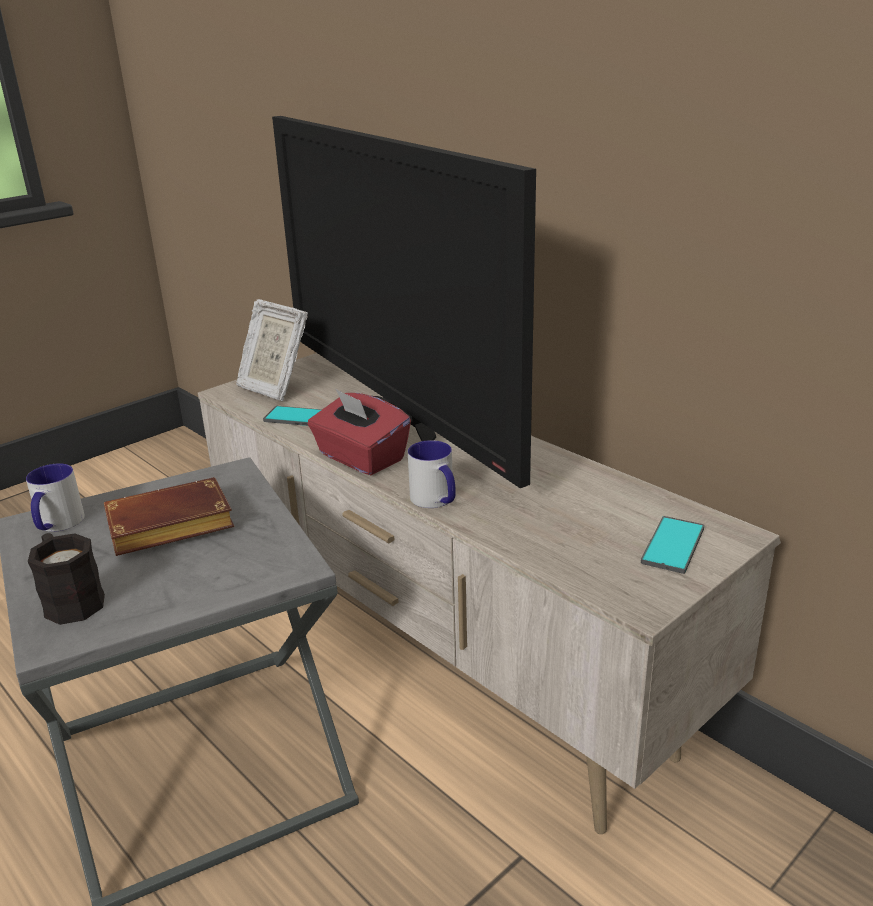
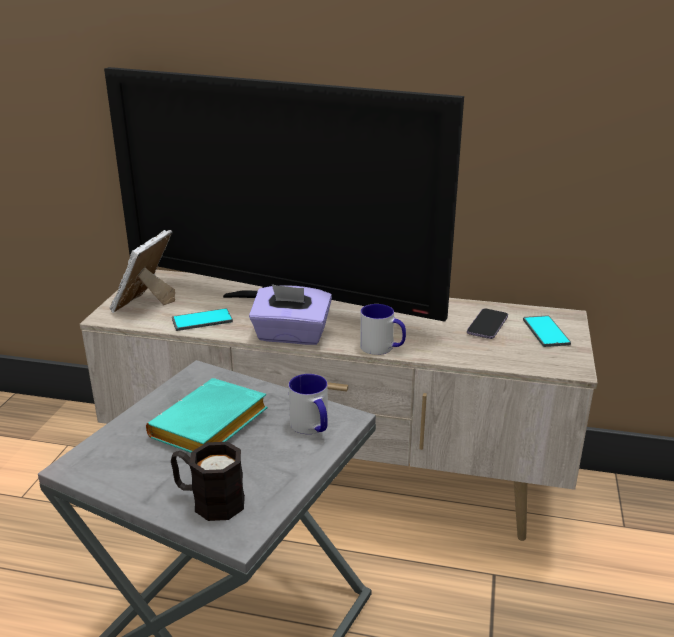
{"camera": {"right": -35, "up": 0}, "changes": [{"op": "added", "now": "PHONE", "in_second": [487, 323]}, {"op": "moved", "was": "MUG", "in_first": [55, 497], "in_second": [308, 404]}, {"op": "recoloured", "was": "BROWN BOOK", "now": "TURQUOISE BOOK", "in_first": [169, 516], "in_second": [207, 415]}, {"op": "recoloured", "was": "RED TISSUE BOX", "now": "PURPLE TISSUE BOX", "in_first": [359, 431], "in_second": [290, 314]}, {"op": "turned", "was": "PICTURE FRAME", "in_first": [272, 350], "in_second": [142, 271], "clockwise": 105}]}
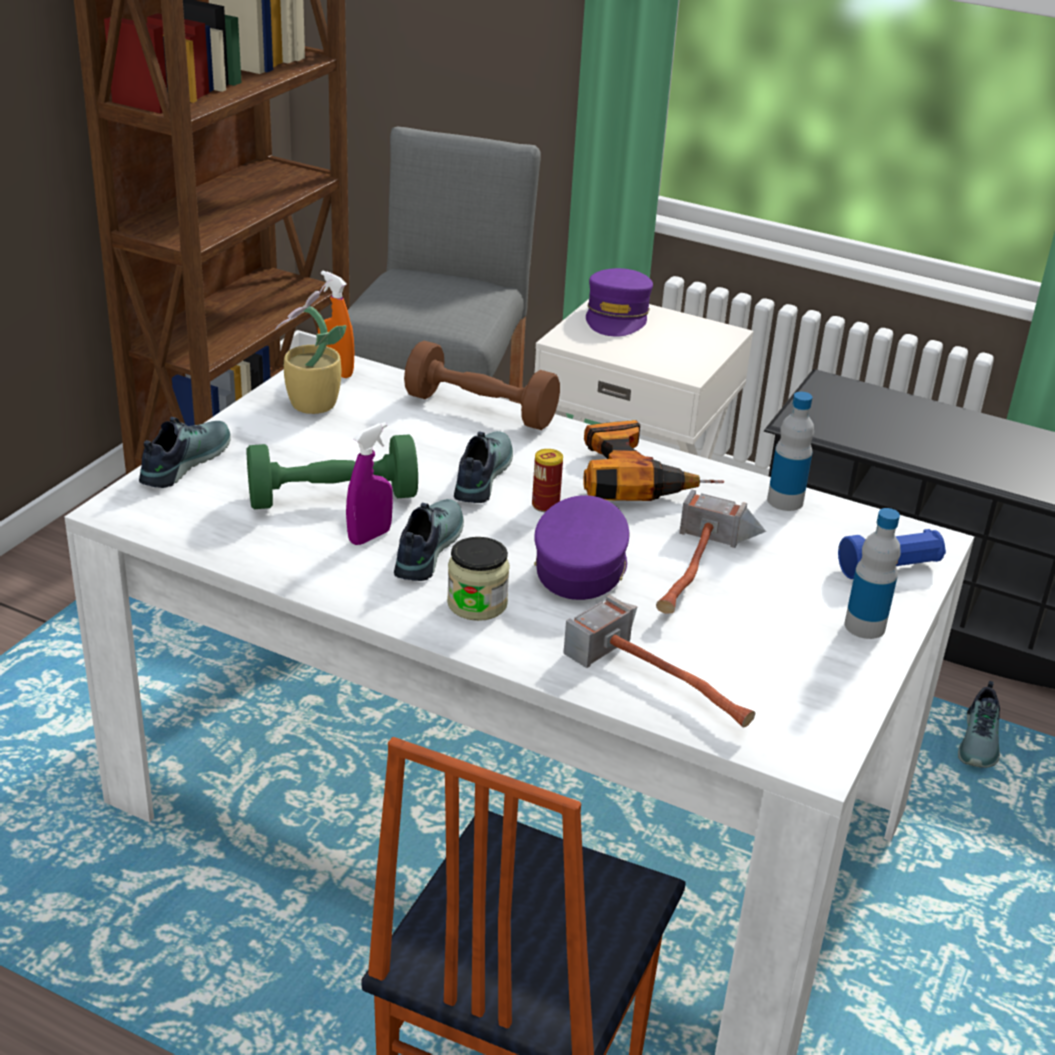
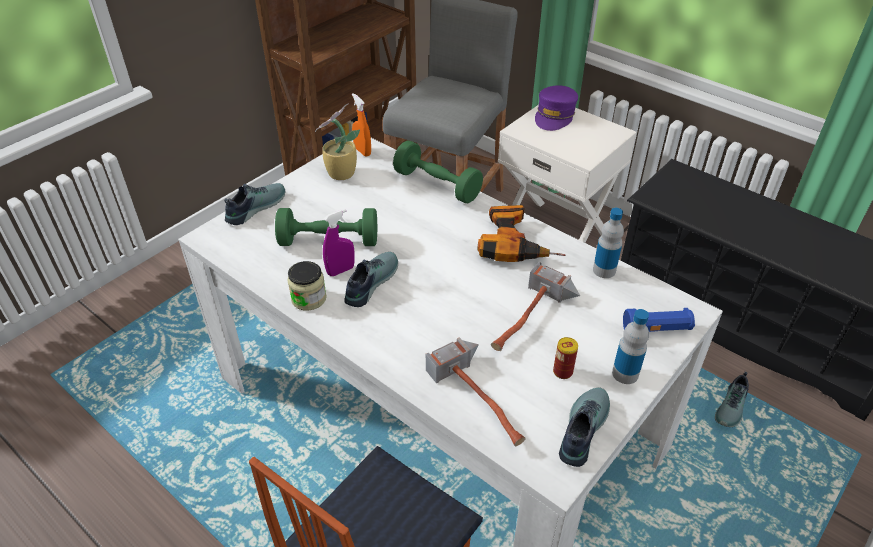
{"camera": {"right": 15, "up": 10}, "changes": [{"op": "removed", "was": "PURPLE CAP", "in_first": [581, 547]}, {"op": "moved", "was": "JAR", "in_first": [478, 579], "in_second": [307, 286]}, {"op": "moved", "was": "SHOE", "in_first": [483, 467], "in_second": [584, 427]}, {"op": "moved", "was": "CAN", "in_first": [547, 480], "in_second": [565, 358]}, {"op": "recoloured", "was": "BROWN DUMBBELL", "now": "GREEN DUMBBELL", "in_first": [482, 385], "in_second": [438, 171]}]}
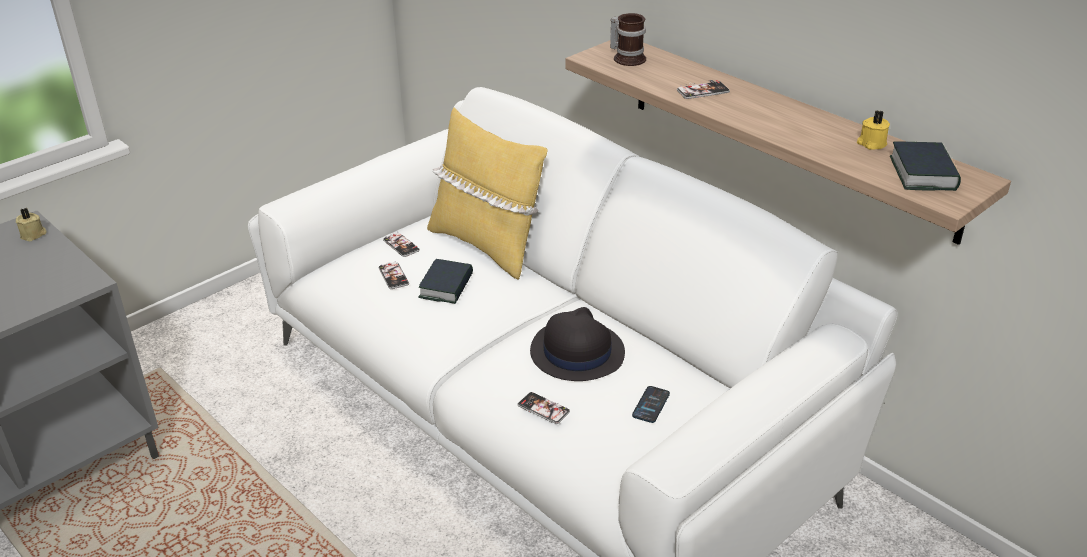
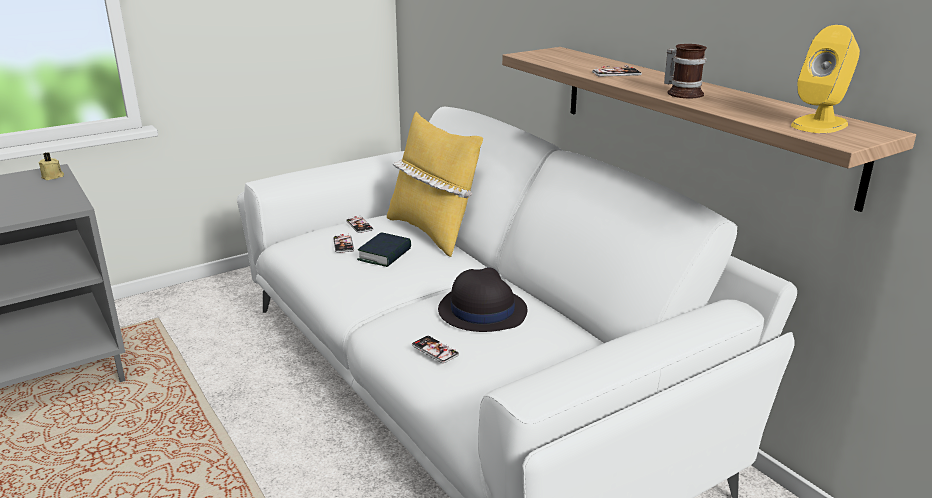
{"camera": {"right": 10, "up": -10}, "changes": [{"op": "removed", "was": "PHONE", "in_first": [651, 404]}, {"op": "removed", "was": "YELLOW CANDLE", "in_first": [873, 130]}, {"op": "moved", "was": "MUG", "in_first": [628, 39], "in_second": [685, 71]}, {"op": "replaced", "was": "BOOK", "now": "YELLOW SPEAKER", "in_first": [925, 166], "in_second": [825, 79]}]}
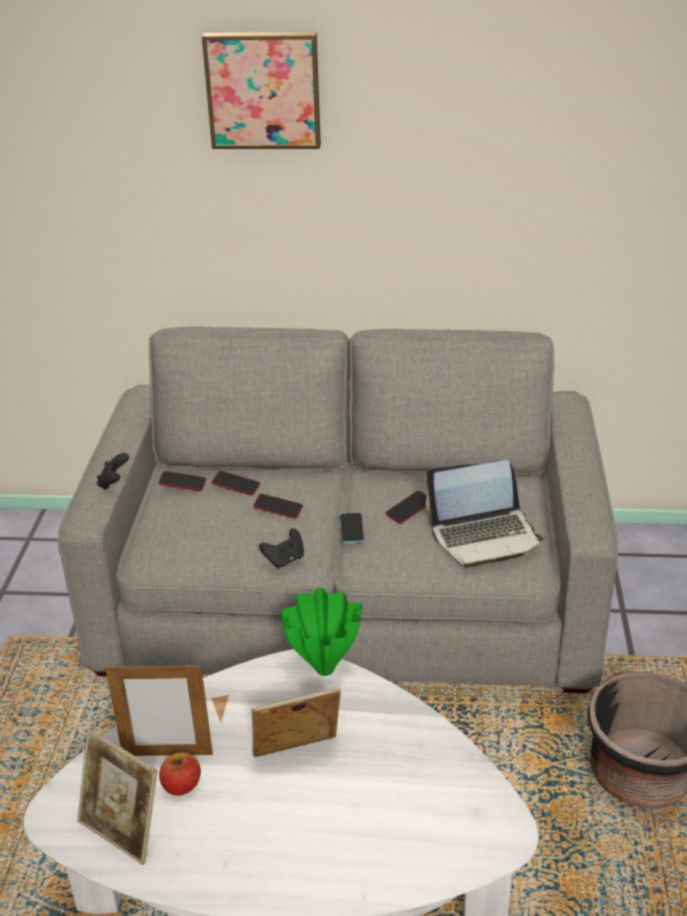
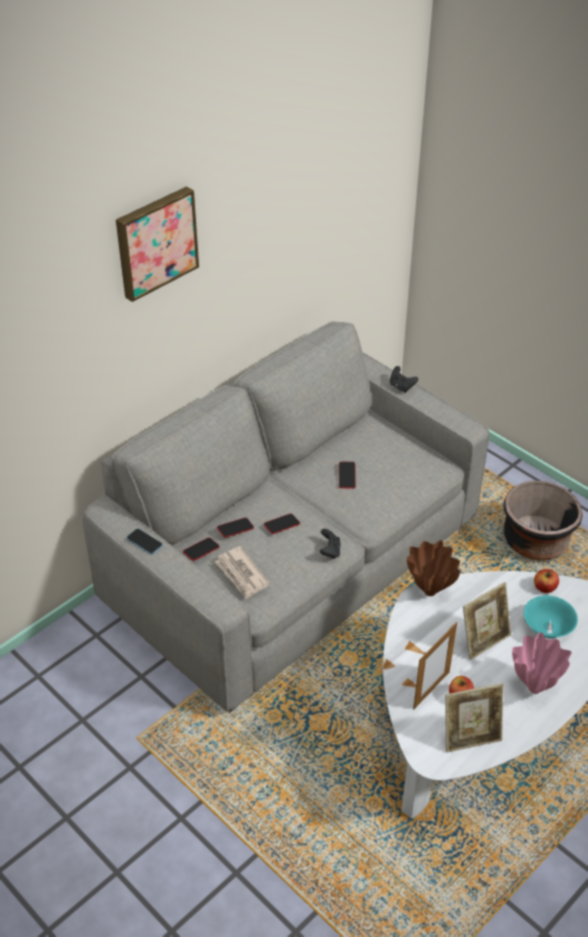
{"camera": {"right": -50, "up": 10}, "changes": [{"op": "removed", "was": "LAPTOP", "in_first": [485, 513]}, {"op": "added", "now": "NEWSPAPER", "in_second": [242, 572]}, {"op": "added", "now": "PINK VASE", "in_second": [542, 663]}, {"op": "added", "now": "TURQUOISE BOWL", "in_second": [551, 616]}, {"op": "added", "now": "APPLE", "in_second": [546, 581]}, {"op": "moved", "was": "BLACK GAME CONTROLLER", "in_first": [113, 471], "in_second": [404, 379]}, {"op": "moved", "was": "PHONE", "in_first": [352, 528], "in_second": [144, 542]}, {"op": "recoloured", "was": "GREEN VASE", "now": "BROWN VASE", "in_first": [321, 631], "in_second": [433, 568]}, {"op": "turned", "was": "PICTURE FRAME", "in_first": [296, 722], "in_second": [487, 621], "clockwise": -150}]}
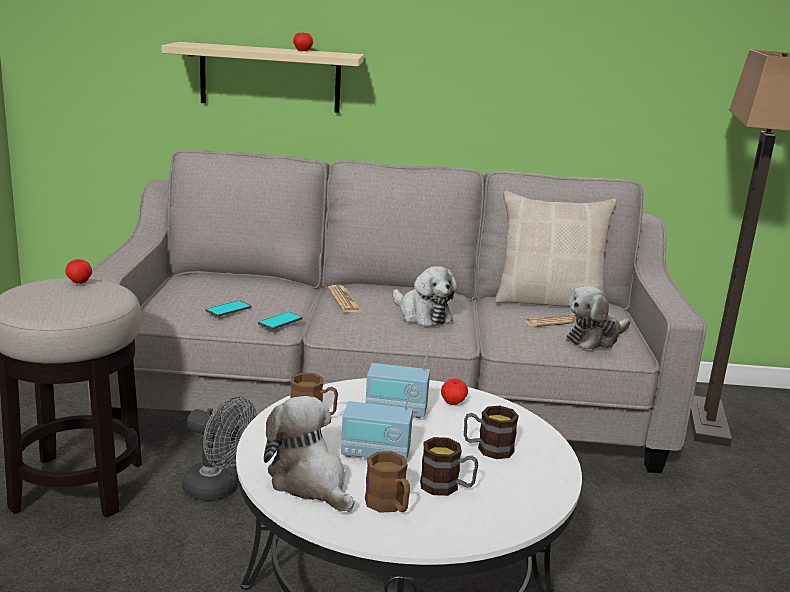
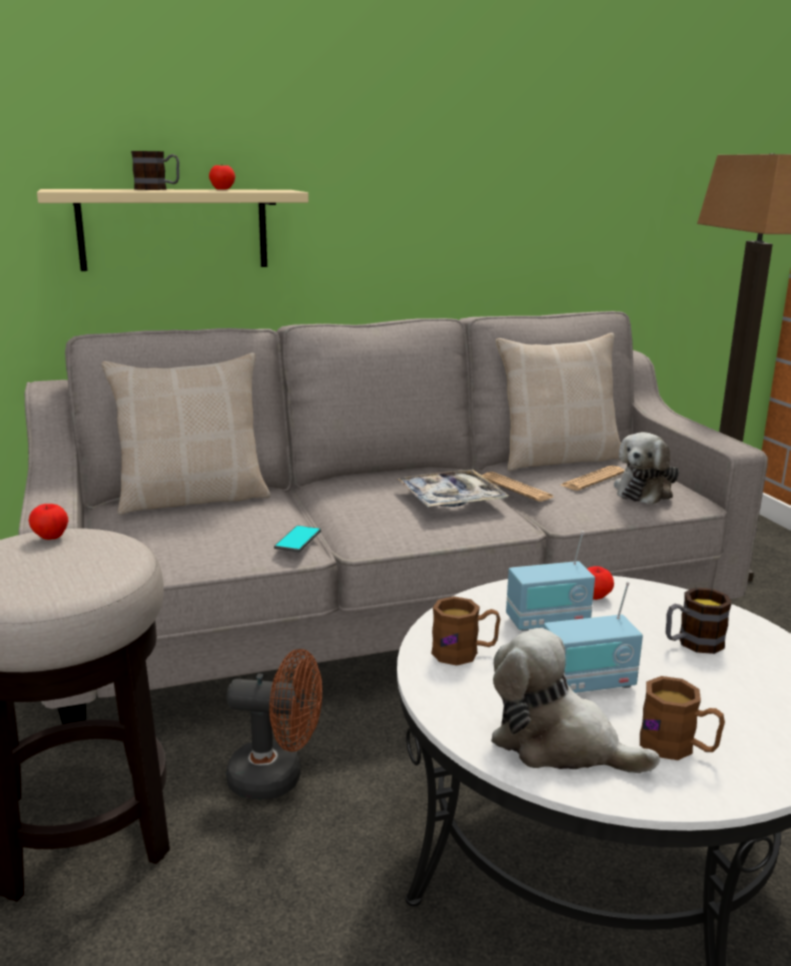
{"camera": {"right": -20, "up": 0}, "changes": [{"op": "removed", "was": "PHONE", "in_first": [229, 308]}, {"op": "added", "now": "BEIGE PILLOW", "in_second": [186, 434]}, {"op": "moved", "was": "NEWSPAPER", "in_first": [345, 299], "in_second": [517, 487]}, {"op": "moved", "was": "MUG", "in_first": [449, 466], "in_second": [155, 170]}, {"op": "replaced", "was": "PLUSH TOY", "now": "TRAY", "in_first": [425, 296], "in_second": [452, 488]}, {"op": "recoloured", "was": "GREY FAN", "now": "BROWN FAN", "in_first": [219, 449], "in_second": [274, 724]}]}
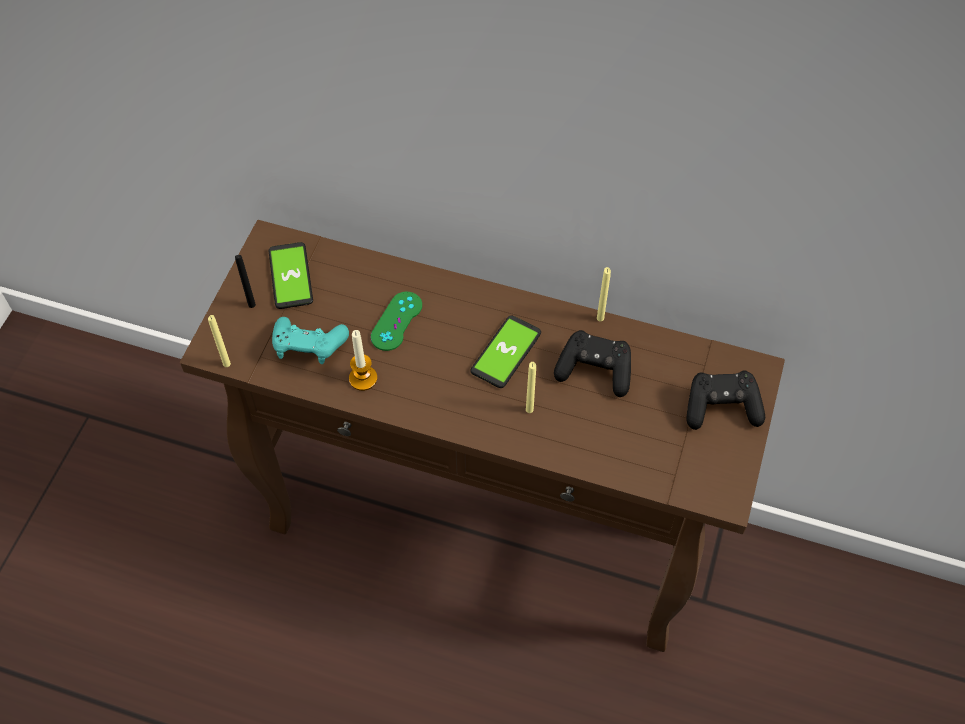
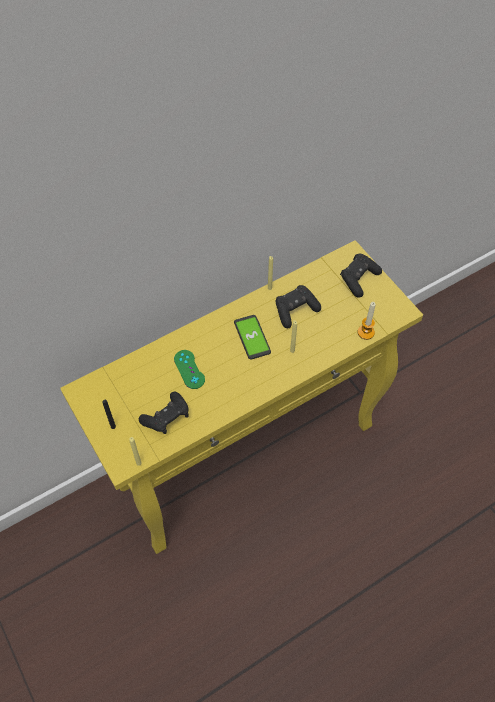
{"camera": {"right": -50, "up": 0}, "changes": [{"op": "removed", "was": "PHONE", "in_first": [291, 275]}, {"op": "moved", "was": "CANDLE", "in_first": [363, 360], "in_second": [366, 321]}, {"op": "recoloured", "was": "BROWN CONSOLE TABLE", "now": "YELLOW CONSOLE TABLE", "in_first": [482, 436], "in_second": [241, 397]}, {"op": "recoloured", "was": "TURQUOISE GAME CONTROLLER", "now": "BLACK GAME CONTROLLER", "in_first": [310, 340], "in_second": [164, 413]}]}
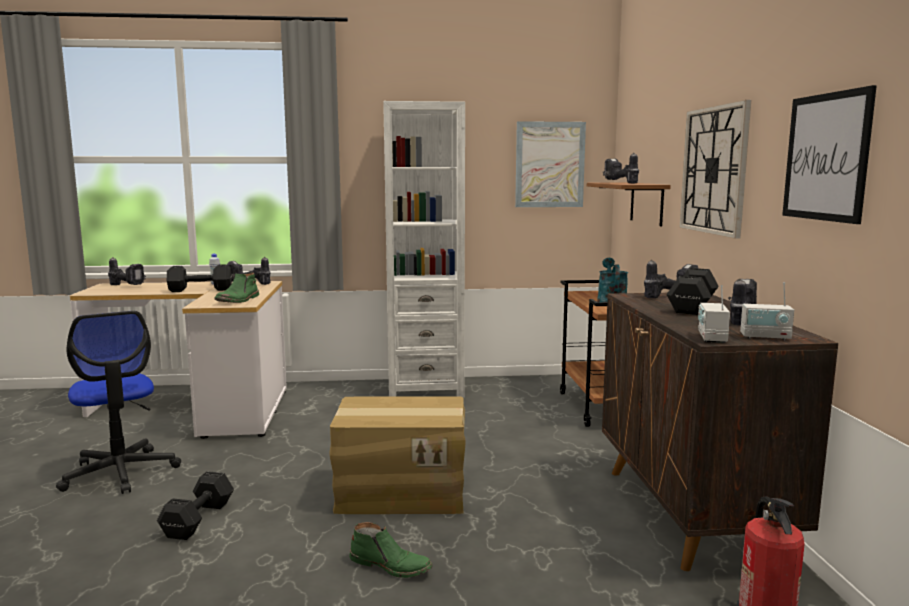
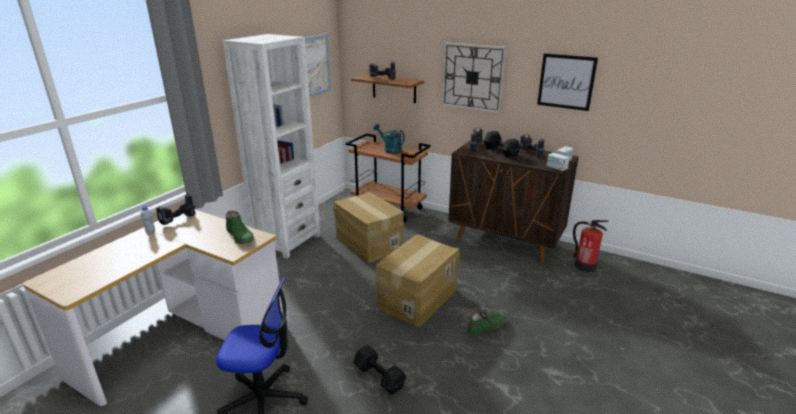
{"camera": {"right": -55, "up": 15}, "changes": [{"op": "removed", "was": "POWER DRILL", "in_first": [127, 271]}, {"op": "removed", "was": "BLACK DUMBBELL", "in_first": [199, 278]}, {"op": "added", "now": "CARDBOARD BOX", "in_second": [368, 227]}]}
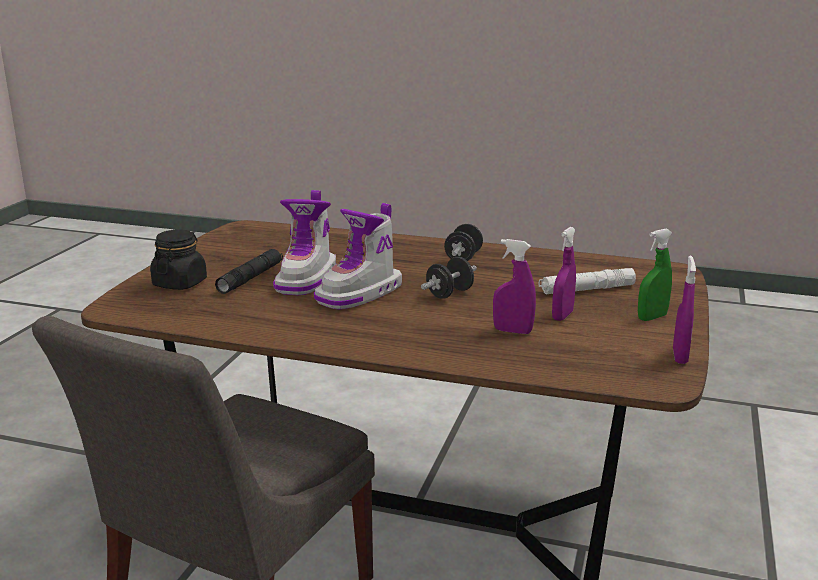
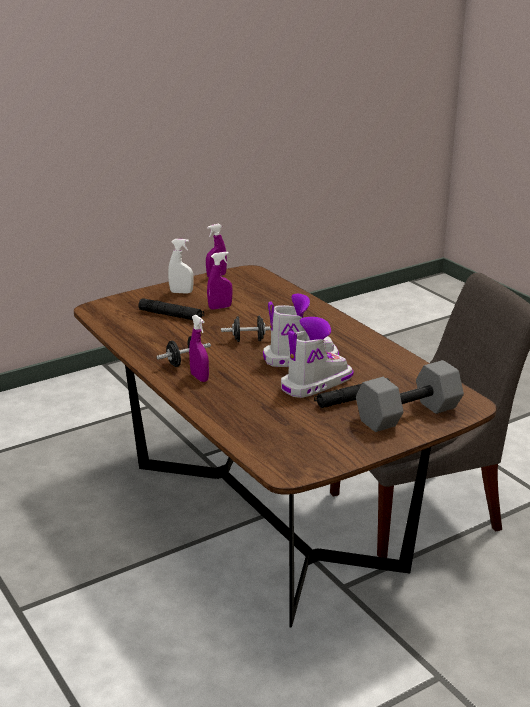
{"camera": {"right": -140, "up": 5}, "changes": [{"op": "moved", "was": "PURPLE SPRAY BOTTLE", "in_first": [514, 286], "in_second": [199, 348]}, {"op": "replaced", "was": "BLACK JAR", "now": "GREY DUMBBELL", "in_first": [178, 260], "in_second": [410, 396]}, {"op": "recoloured", "was": "WHITE FLASHLIGHT", "now": "BLACK FLASHLIGHT", "in_first": [587, 281], "in_second": [171, 309]}, {"op": "recoloured", "was": "GREEN SPRAY BOTTLE", "now": "WHITE SPRAY BOTTLE", "in_first": [655, 275], "in_second": [180, 266]}]}
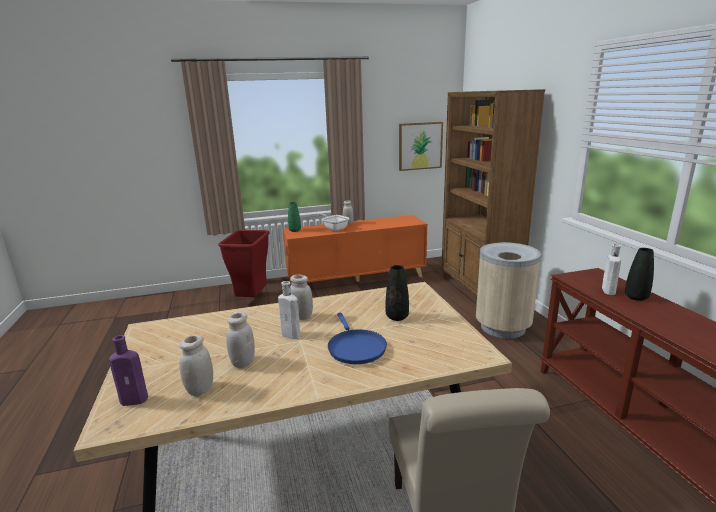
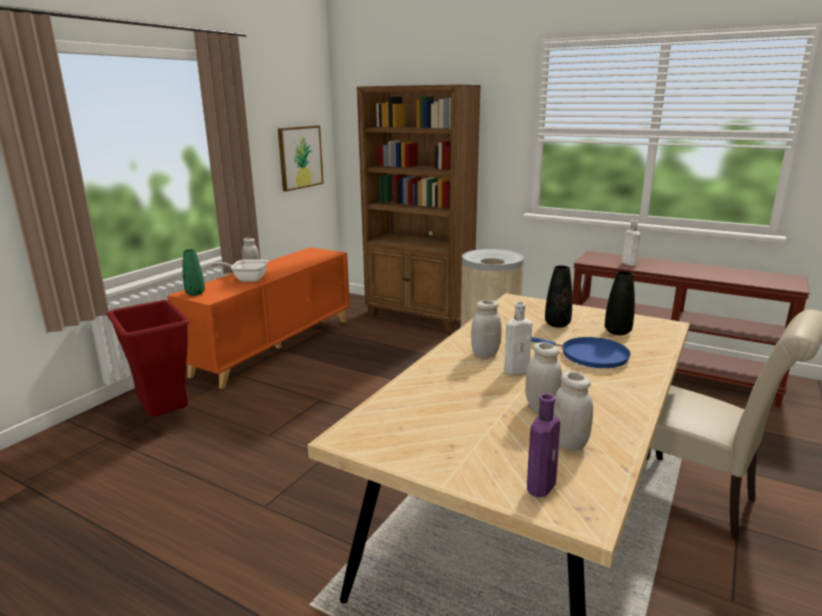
{"camera": {"right": -45, "up": 0}, "changes": [{"op": "moved", "was": "BLACK VASE", "in_first": [639, 274], "in_second": [620, 303]}]}
